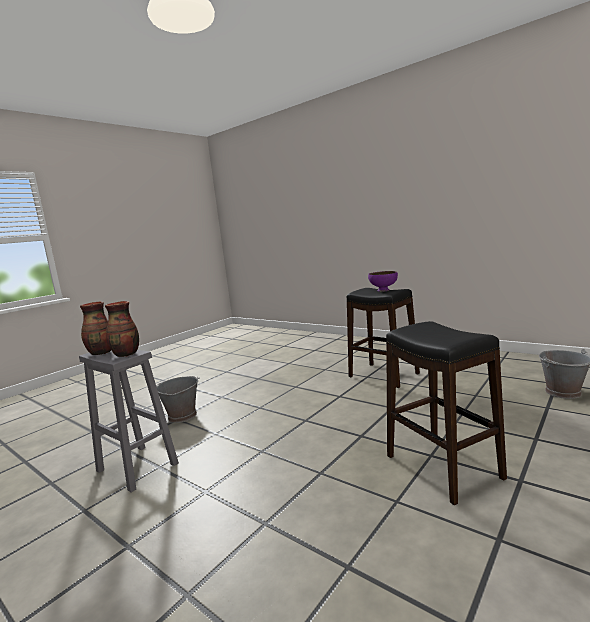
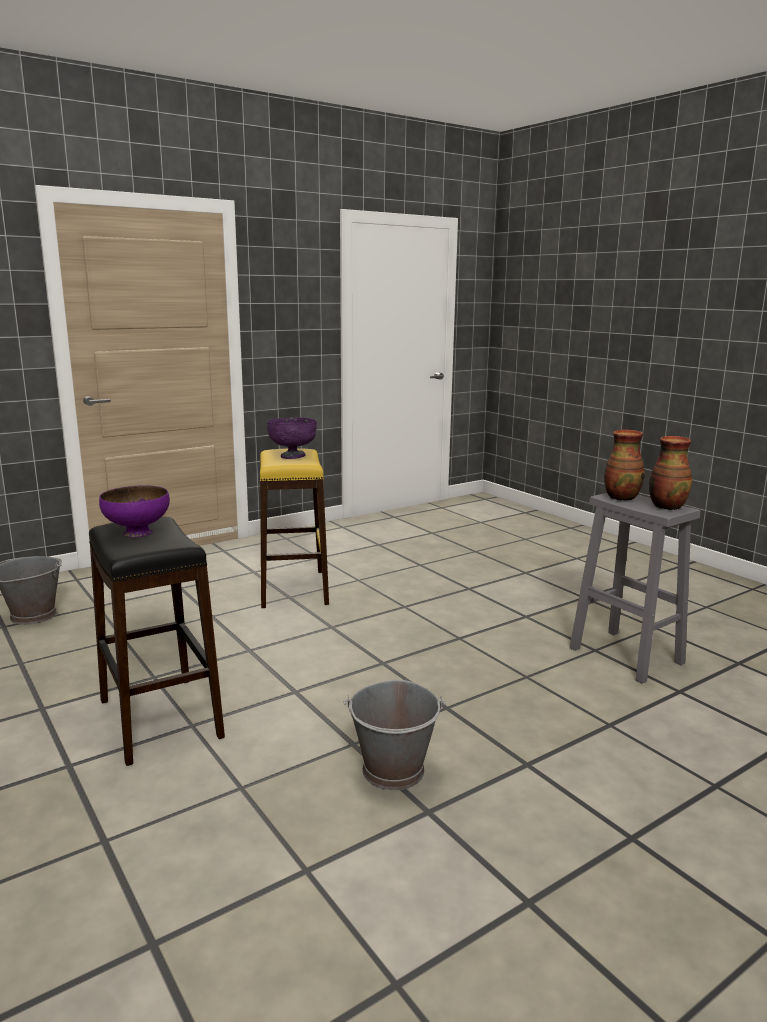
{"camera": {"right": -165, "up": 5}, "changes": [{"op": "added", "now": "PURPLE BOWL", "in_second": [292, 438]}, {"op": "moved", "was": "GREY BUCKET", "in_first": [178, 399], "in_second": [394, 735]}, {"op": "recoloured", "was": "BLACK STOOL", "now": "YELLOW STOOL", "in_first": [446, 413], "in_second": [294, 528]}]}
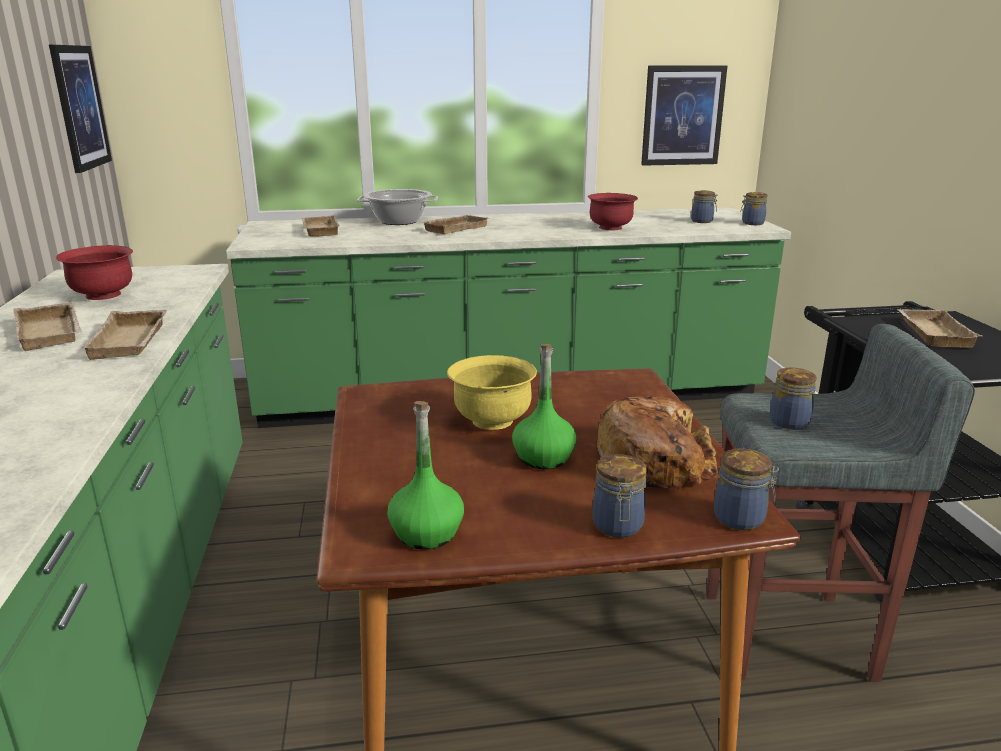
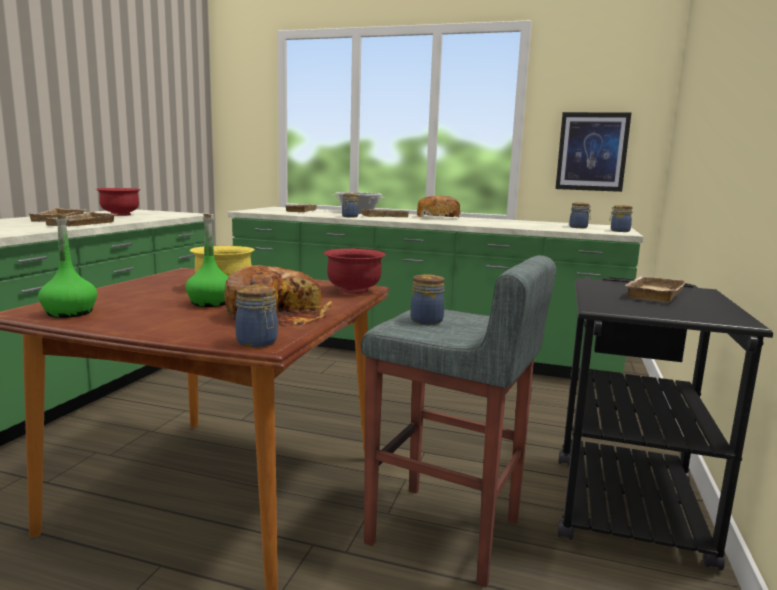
{"camera": {"right": 25, "up": -10}, "changes": [{"op": "removed", "was": "PICTURE", "in_first": [80, 109]}, {"op": "added", "now": "BREAD", "in_second": [438, 207]}, {"op": "moved", "was": "RED BOWL", "in_first": [613, 211], "in_second": [355, 271]}, {"op": "moved", "was": "JAR", "in_first": [619, 496], "in_second": [350, 205]}]}
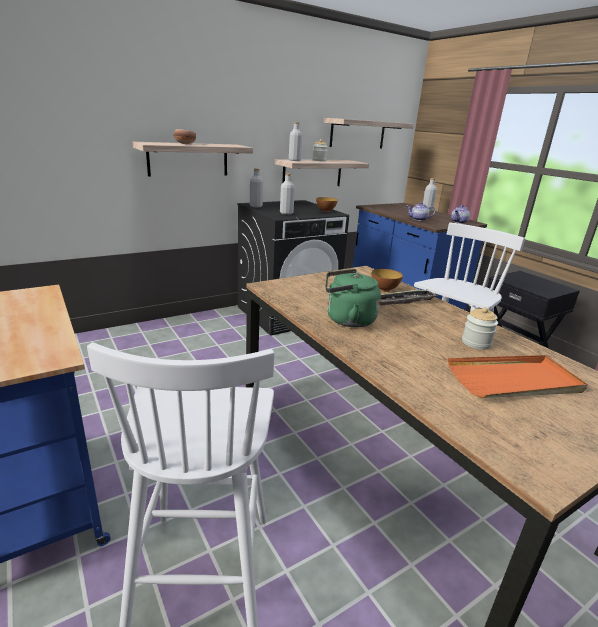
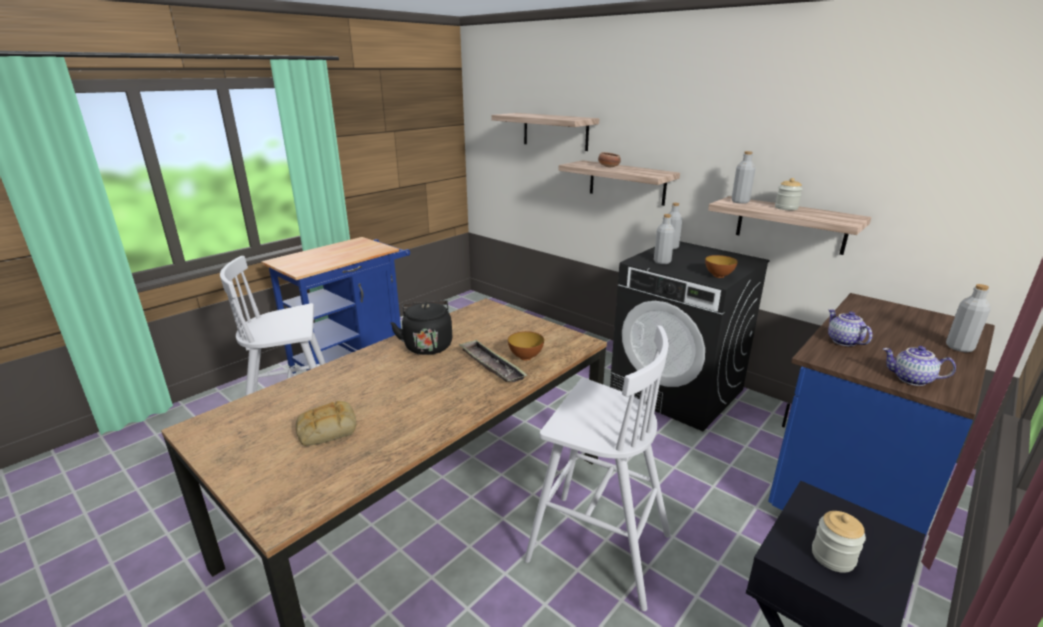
{"camera": {"right": 75, "up": 0}, "changes": [{"op": "moved", "was": "SHELF", "in_first": [368, 133], "in_second": [545, 132]}, {"op": "moved", "was": "JAR", "in_first": [480, 328], "in_second": [839, 542]}, {"op": "replaced", "was": "ORANGE TRAY", "now": "BREAD", "in_first": [518, 376], "in_second": [326, 423]}, {"op": "recoloured", "was": "GREEN KETTLE", "now": "BLACK KETTLE", "in_first": [353, 298], "in_second": [421, 327]}]}
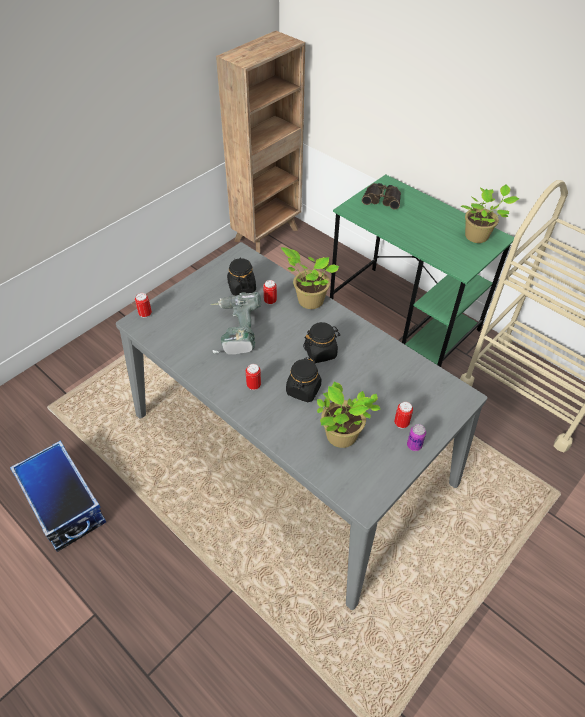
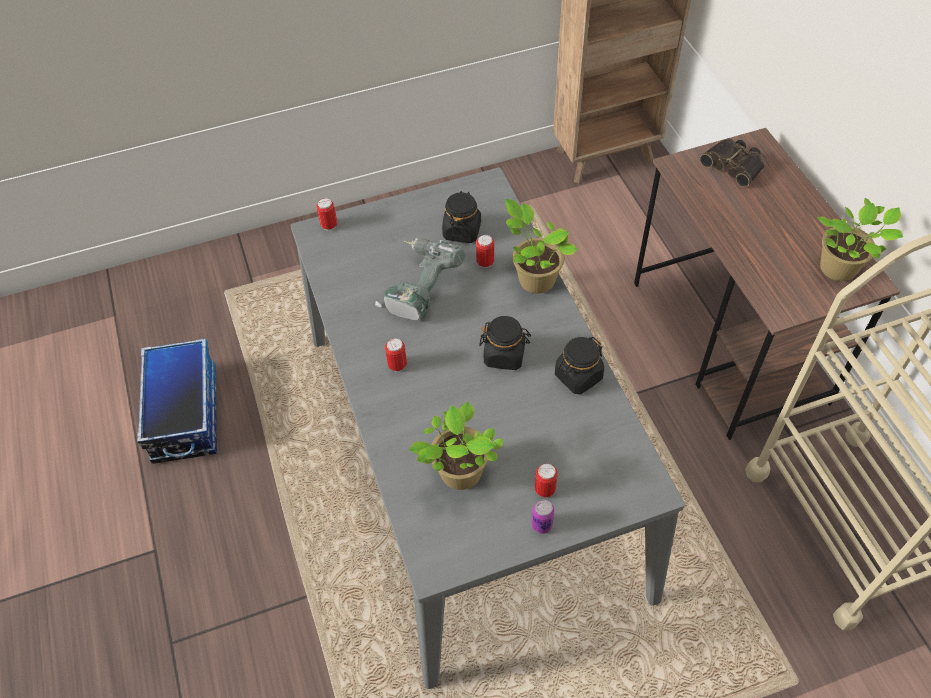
{"camera": {"right": 30, "up": 5}, "changes": [{"op": "moved", "was": "BLACK JAR", "in_first": [303, 379], "in_second": [579, 365]}, {"op": "recoloured", "was": "GREEN DESK", "now": "BROWN DESK", "in_first": [422, 270], "in_second": [767, 284]}]}
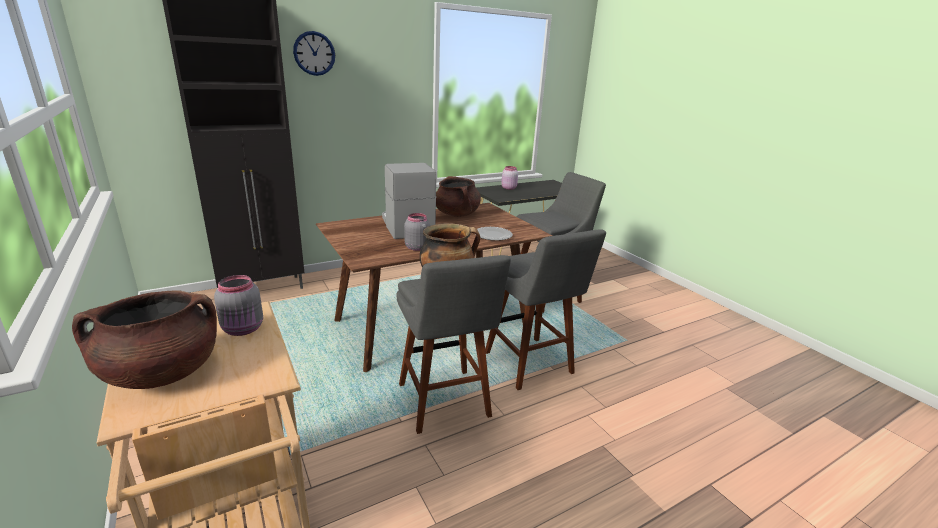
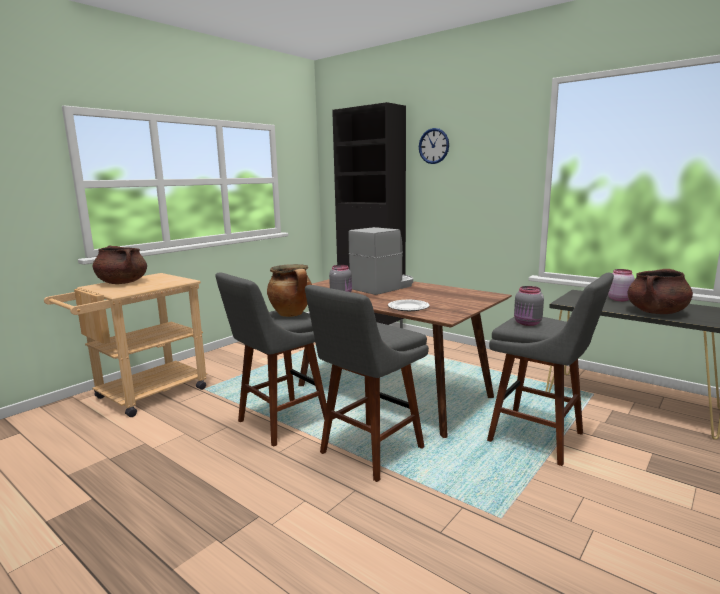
{"camera": {"right": 70, "up": -10}, "changes": [{"op": "moved", "was": "GREY JAR", "in_first": [238, 305], "in_second": [529, 306]}, {"op": "moved", "was": "BROWN COOKING POT", "in_first": [458, 196], "in_second": [660, 291]}]}
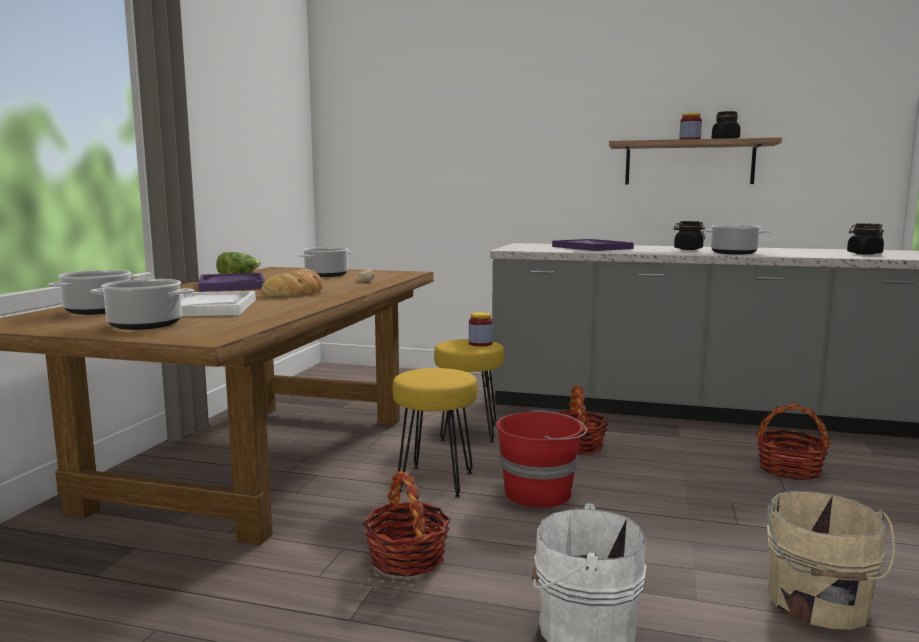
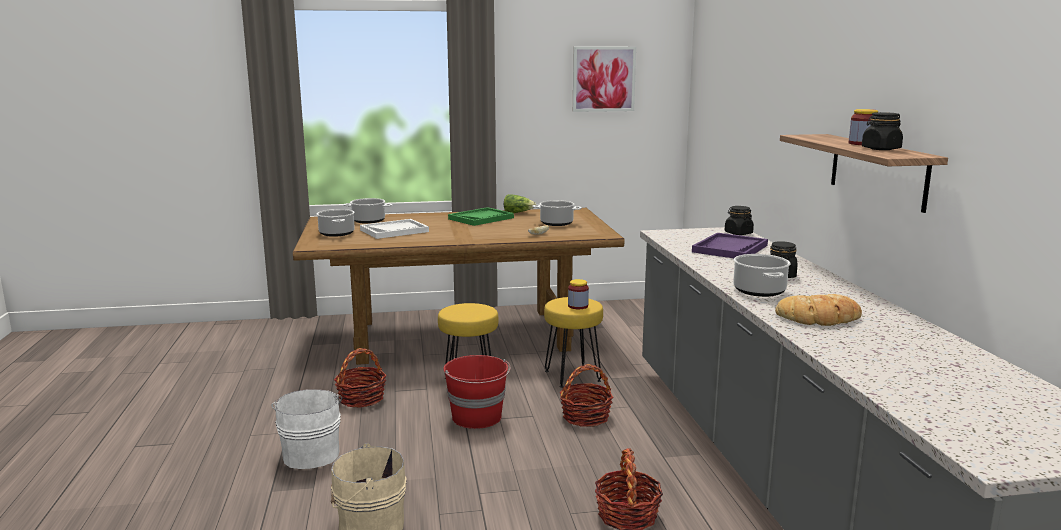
{"camera": {"right": 65, "up": 5}, "changes": [{"op": "added", "now": "PICTURE", "in_second": [604, 79]}, {"op": "moved", "was": "BREAD", "in_first": [292, 283], "in_second": [818, 310]}, {"op": "moved", "was": "BLACK JAR", "in_first": [865, 239], "in_second": [739, 220]}, {"op": "recoloured", "was": "PURPLE TRAY", "now": "GREEN TRAY", "in_first": [231, 282], "in_second": [481, 216]}]}
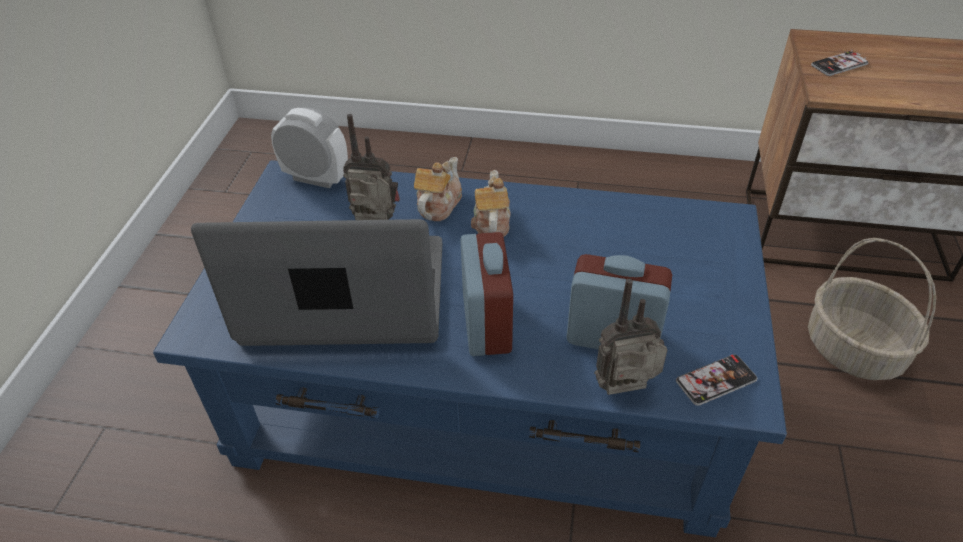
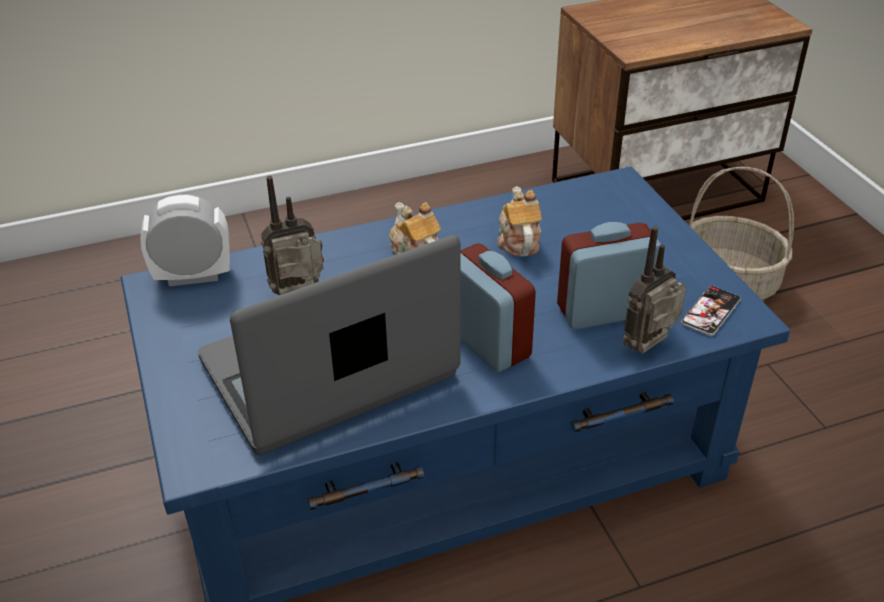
{"camera": {"right": -30, "up": -5}, "changes": [{"op": "removed", "was": "PHONE", "in_first": [839, 63]}, {"op": "moved", "was": "TEAPOT", "in_first": [438, 189], "in_second": [519, 221]}]}
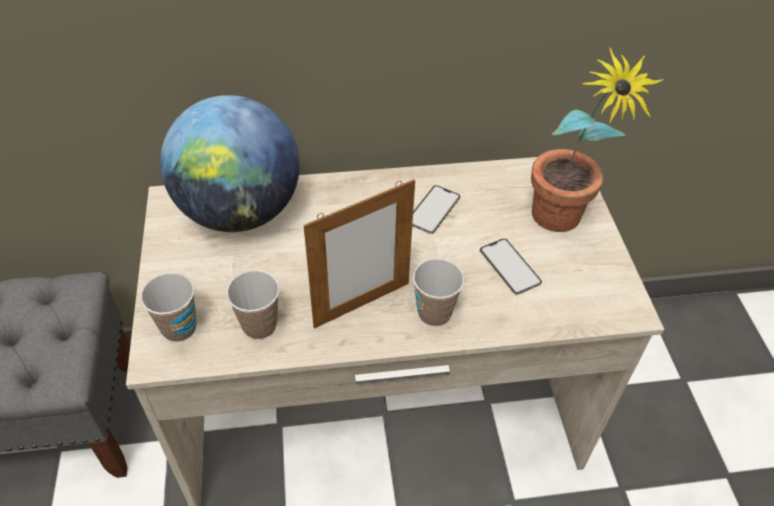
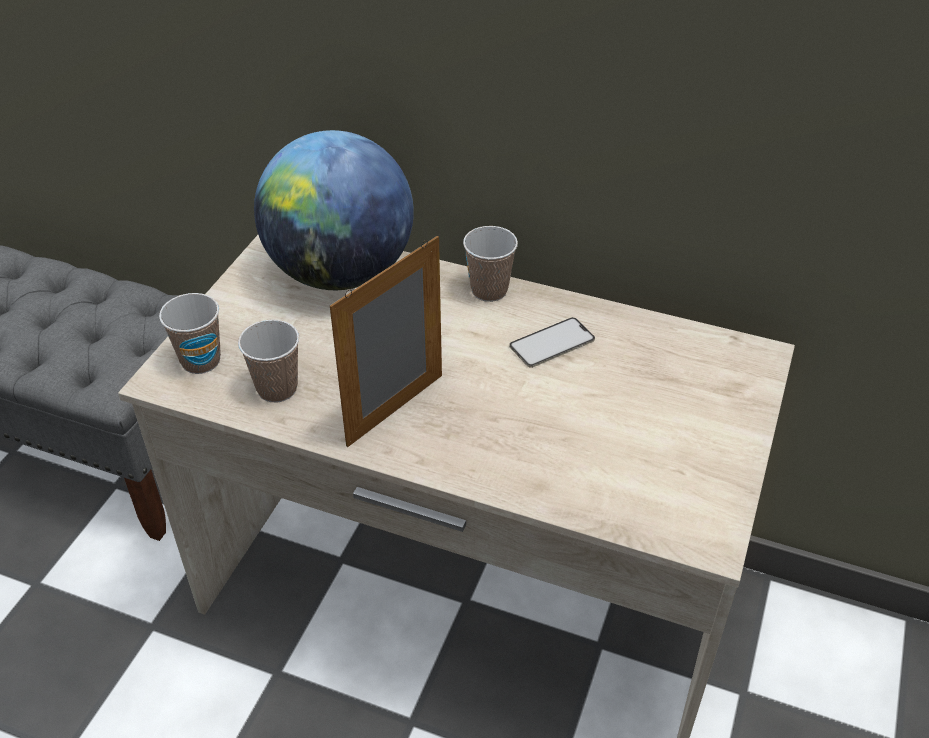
{"camera": {"right": 30, "up": -5}, "changes": [{"op": "removed", "was": "PHONE", "in_first": [511, 266]}, {"op": "removed", "was": "POTTED PLANT", "in_first": [597, 139]}, {"op": "moved", "was": "CUP", "in_first": [438, 292], "in_second": [490, 264]}, {"op": "turned", "was": "PICTURE FRAME", "in_first": [359, 254], "in_second": [386, 341], "clockwise": 135}]}
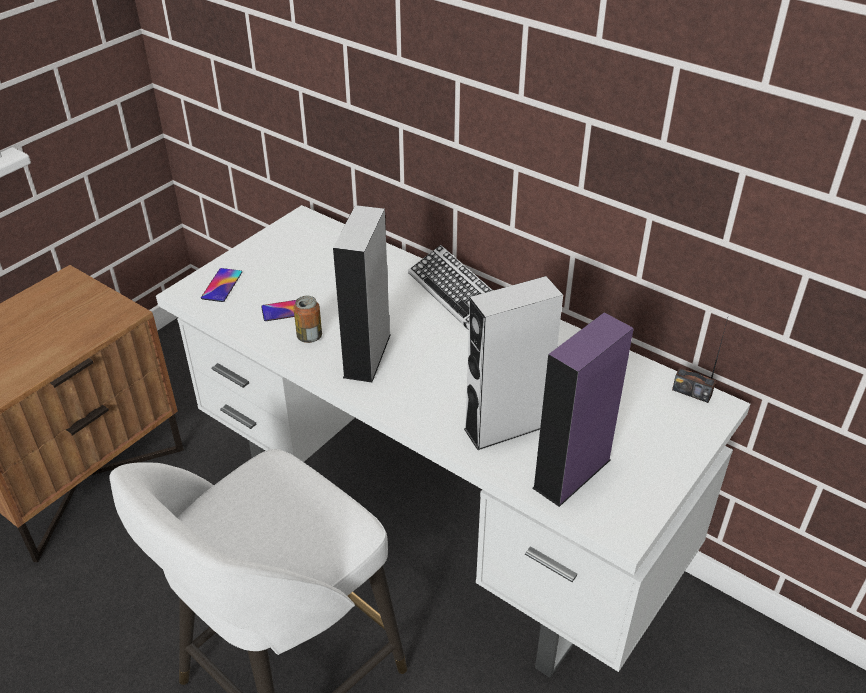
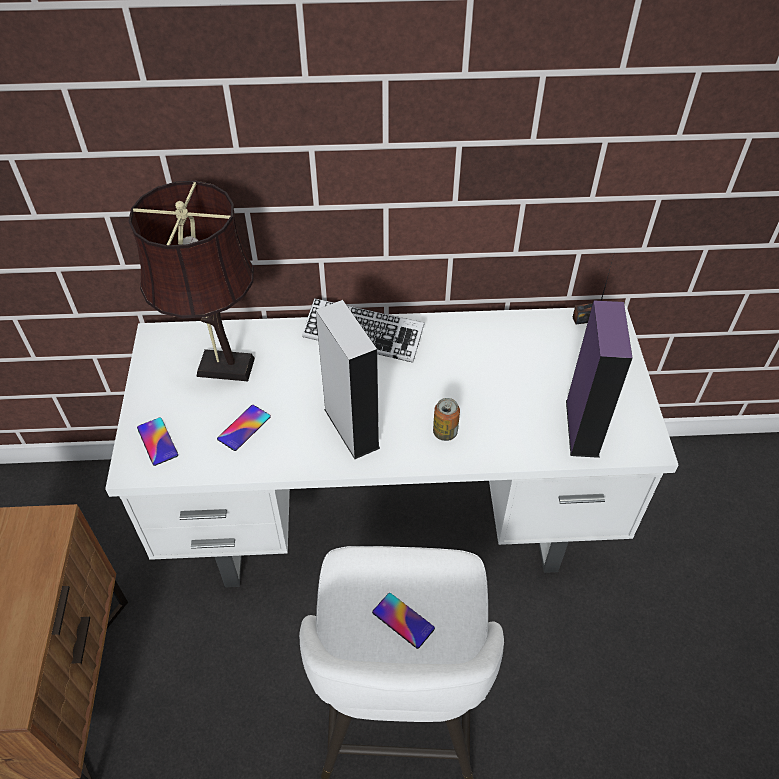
{"camera": {"right": -40, "up": 10}, "changes": [{"op": "removed", "was": "GREY SPEAKER", "in_first": [513, 363]}, {"op": "added", "now": "BROWN TABLE LAMP", "in_second": [192, 281]}, {"op": "added", "now": "PHONE", "in_second": [403, 621]}, {"op": "moved", "was": "CAN", "in_first": [307, 319], "in_second": [446, 419]}]}
